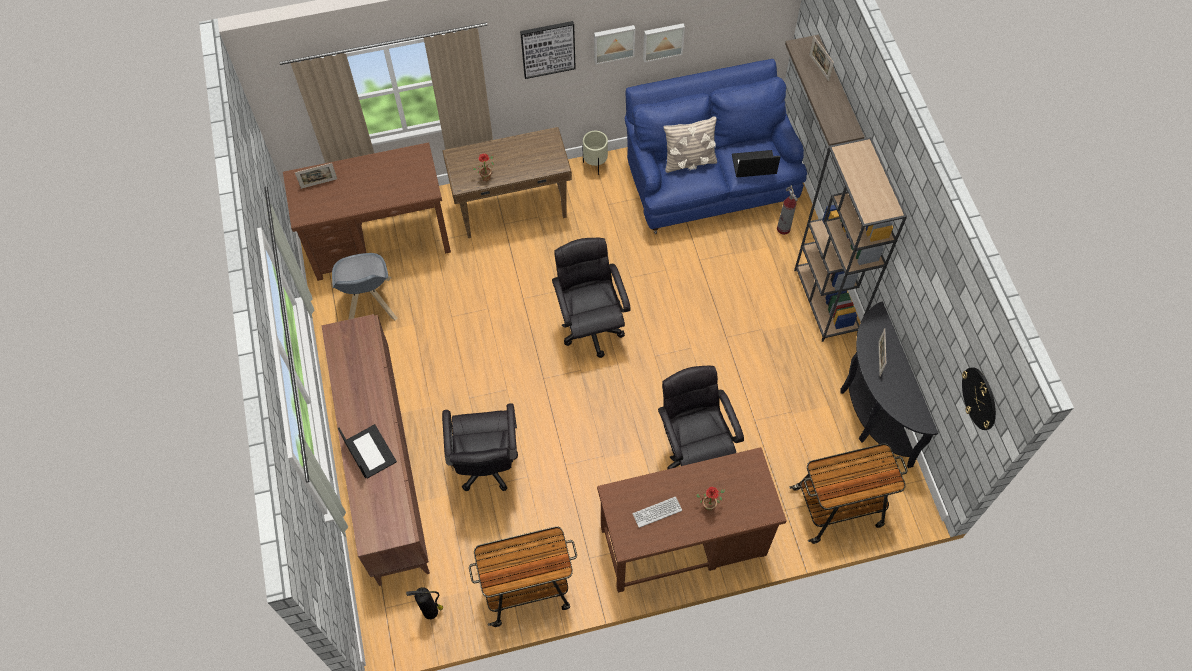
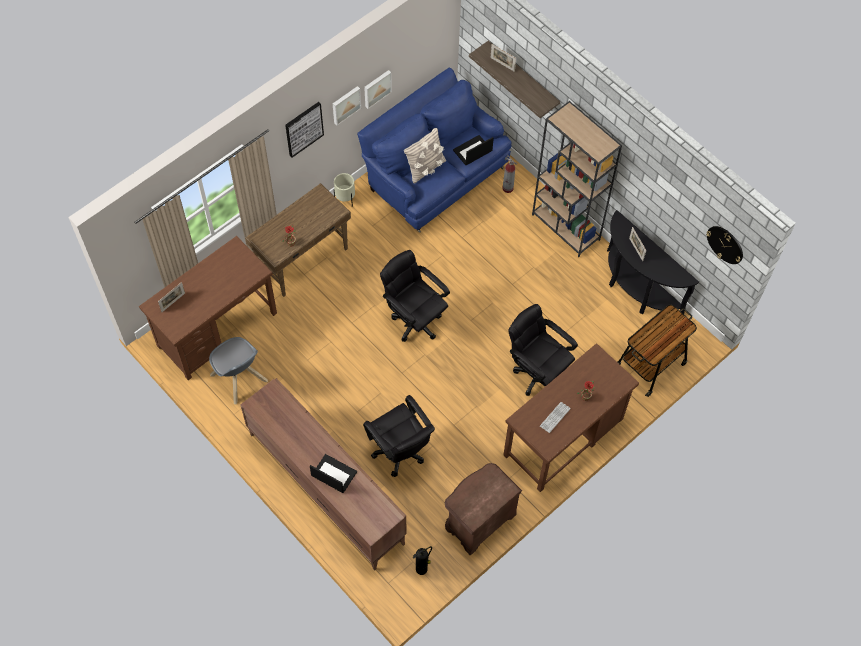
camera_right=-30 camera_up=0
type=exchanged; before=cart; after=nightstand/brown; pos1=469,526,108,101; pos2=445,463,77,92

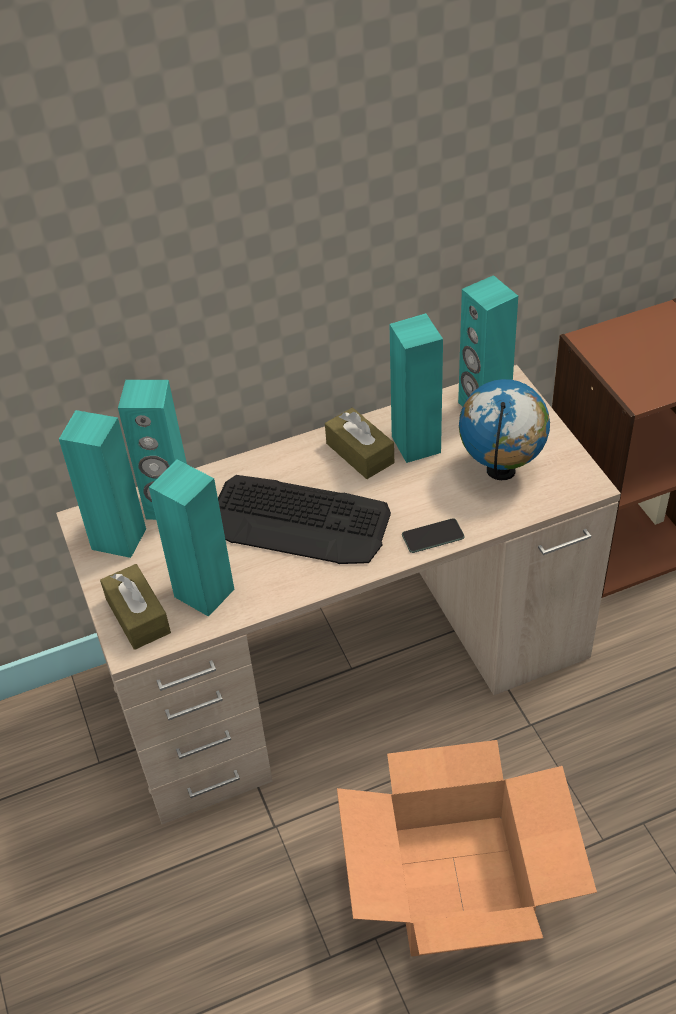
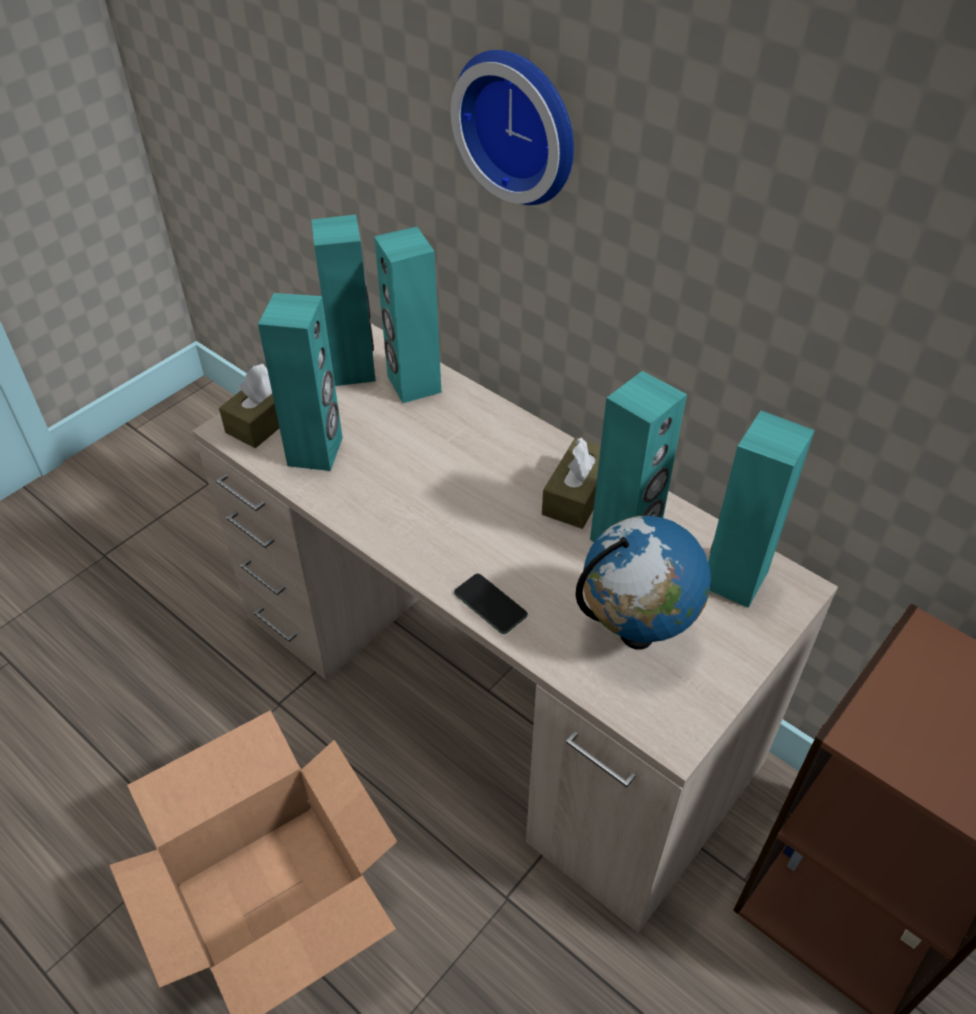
camera_right=60 camera_up=0
type=appeared; after=wall clock; pos2=451,50,123,155
type=missing; before=keyboard; pos1=218,475,173,89

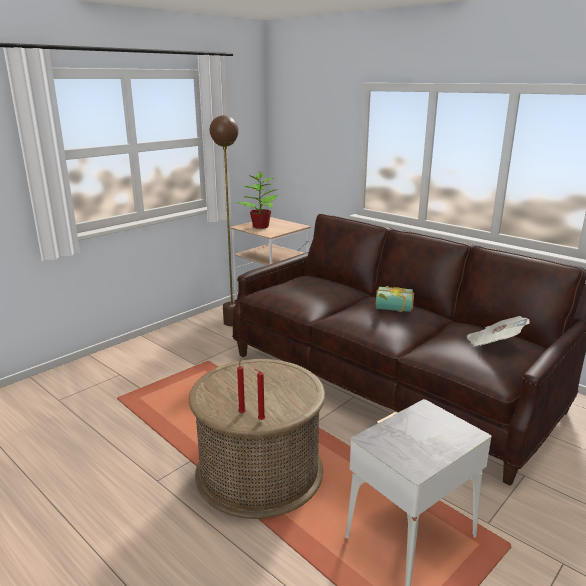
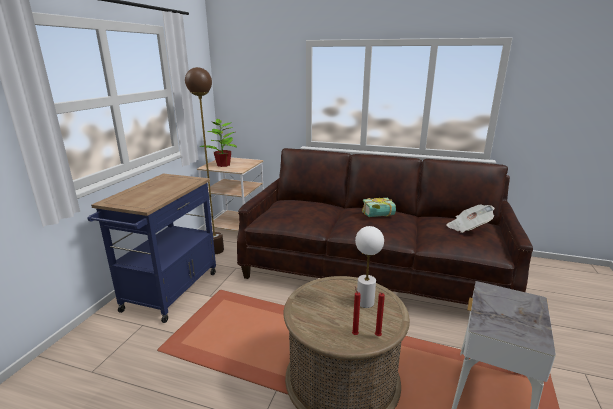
camera_right=-25 camera_up=0
type=appeared; after=cart/blue; pos2=87,174,129,149
type=appeared; after=table lamp/white; pos2=355,226,29,82

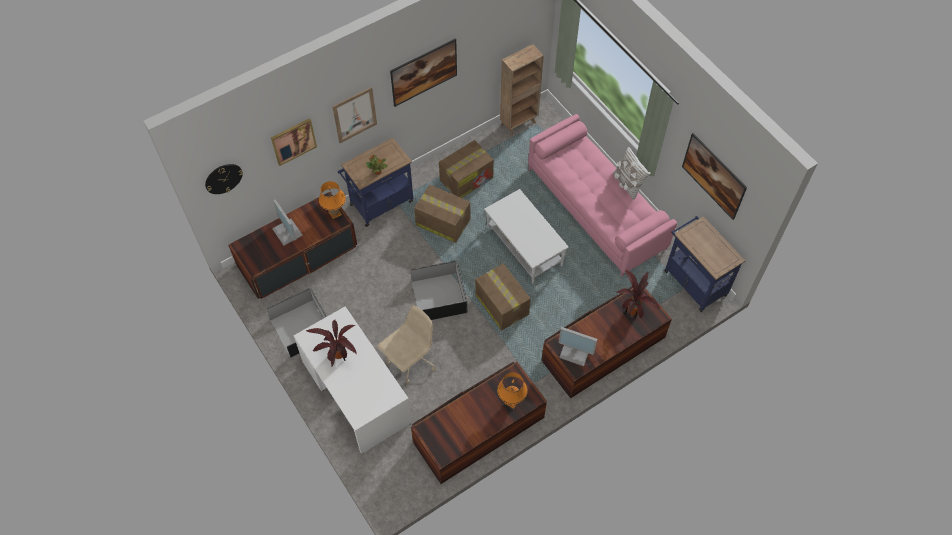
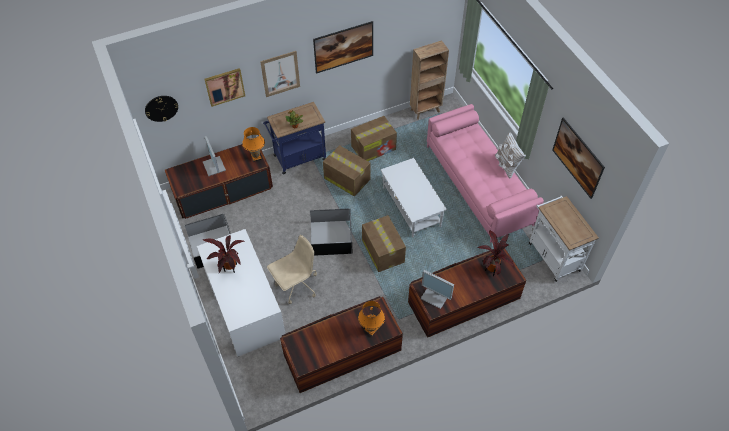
camera_right=10 camera_up=-5
type=colour; before=cart/blue; after=cart/white; pos1=664,216,81,96; pos2=529,196,70,86

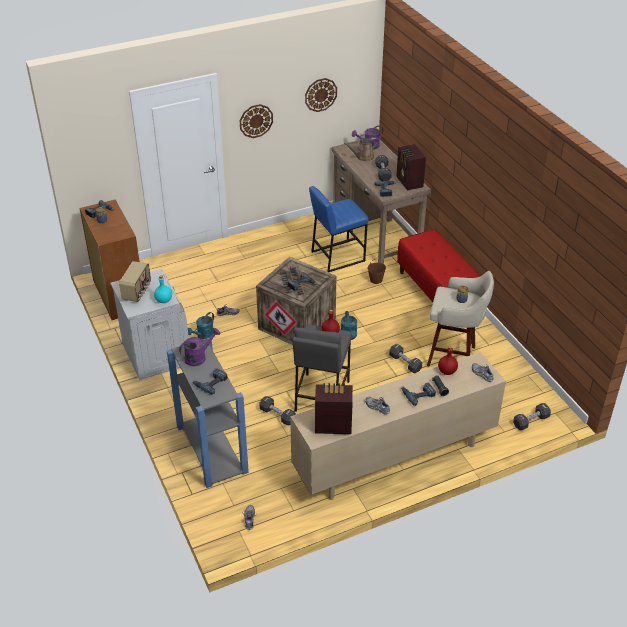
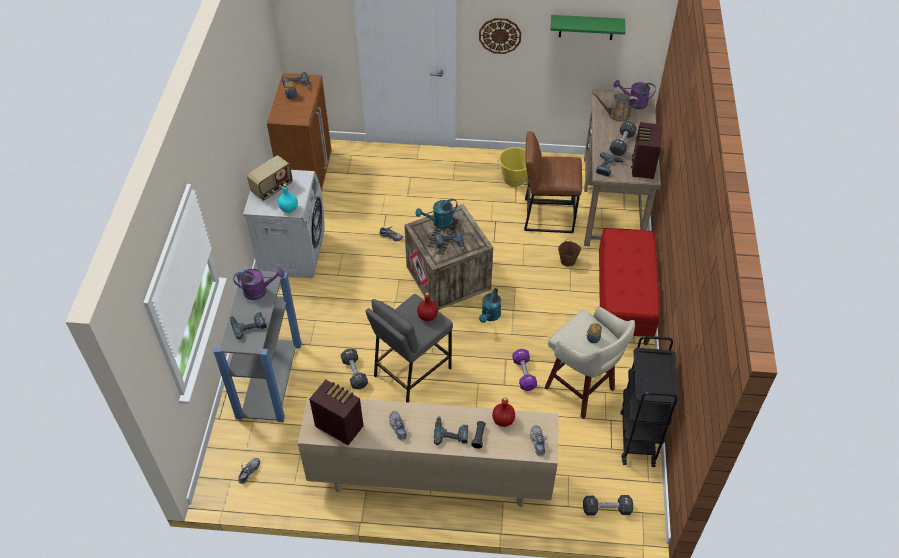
camera_right=30 camera_up=10
type=relocated; before=watering can/turquoise; pos1=188,312,26,27; pos2=416,199,42,29
type=appeared; after=bucket/yellow; pos2=498,147,30,40
type=colour; before=dumbbell/black; after=dumbbell/purple; pos1=389,344,33,29; pos2=512,349,25,42
type=colour; before=chair/blue; after=chair/brown; pos1=309,186,60,86; pos2=524,131,58,102
type=exchanged; before=wall clock; after=shelf/green; pos1=305,78,32,34; pos2=550,15,76,25
type=appeared; after=cart/black; pos2=620,336,59,131

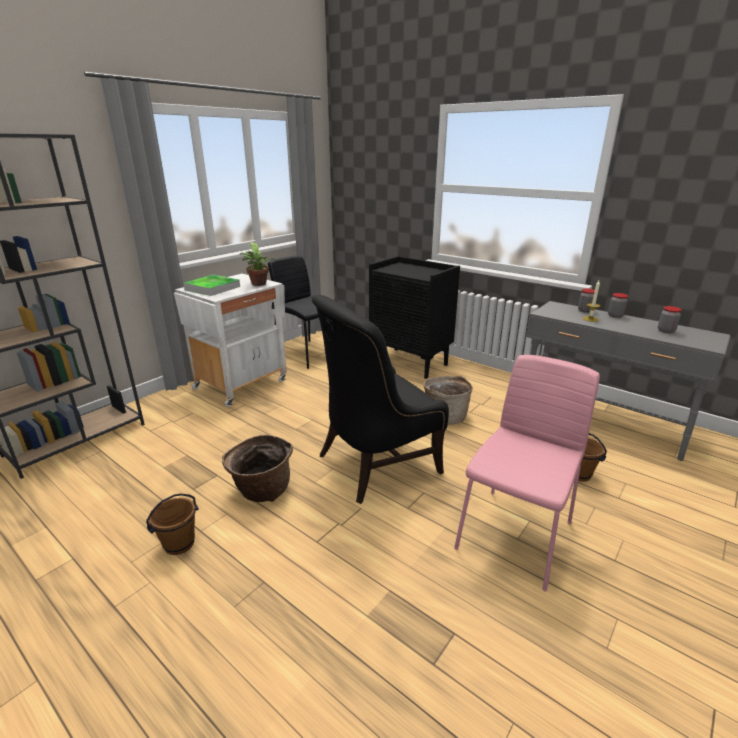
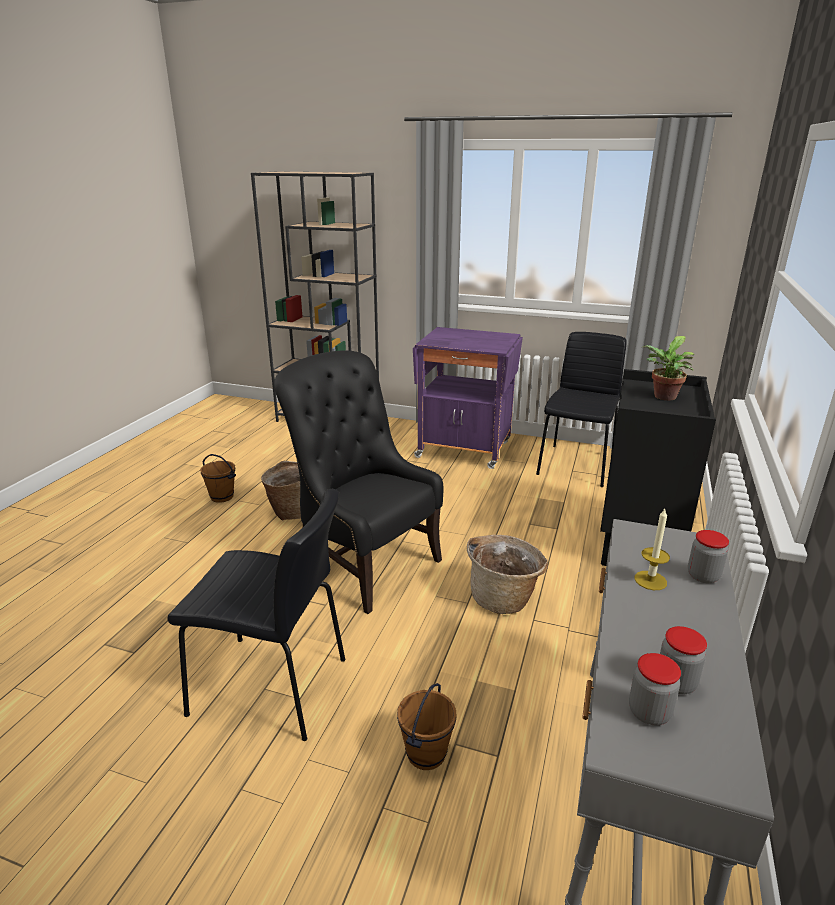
camera_right=70 camera_up=0
type=colour; before=chair/pink; after=chair/black; pos1=454,355,146,237; pos2=167,489,178,252
type=colour; before=cart/white; after=cart/purple; pos1=174,274,113,133; pos2=413,327,110,142
type=relocated; before=jar; pos1=608,293,20,25; pos2=629,653,52,72
type=relocated; before=potted plant; pos1=240,242,36,44; pos2=643,336,52,64
type=missing; before=tray; pos1=183,275,57,21

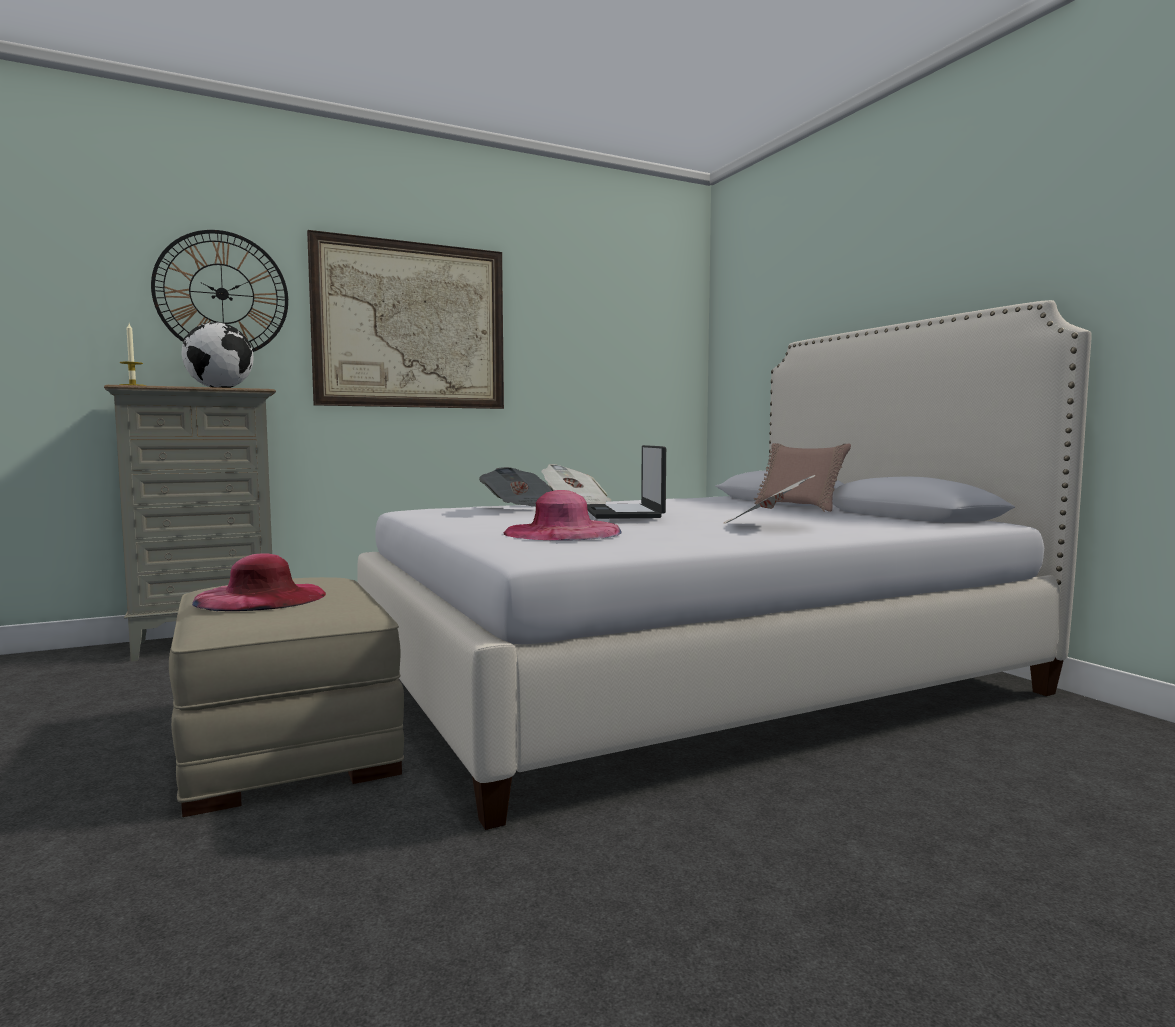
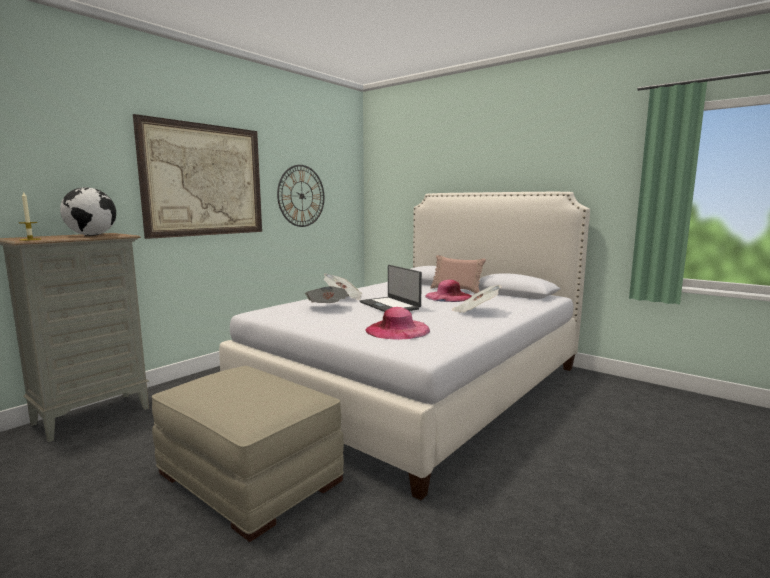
camera_right=-25 camera_up=5
type=relocated; before=wall clock; pos1=151,230,137,122; pos2=277,165,47,62
type=relocated; before=hat/pink; pos1=192,553,134,58; pos2=425,280,47,22

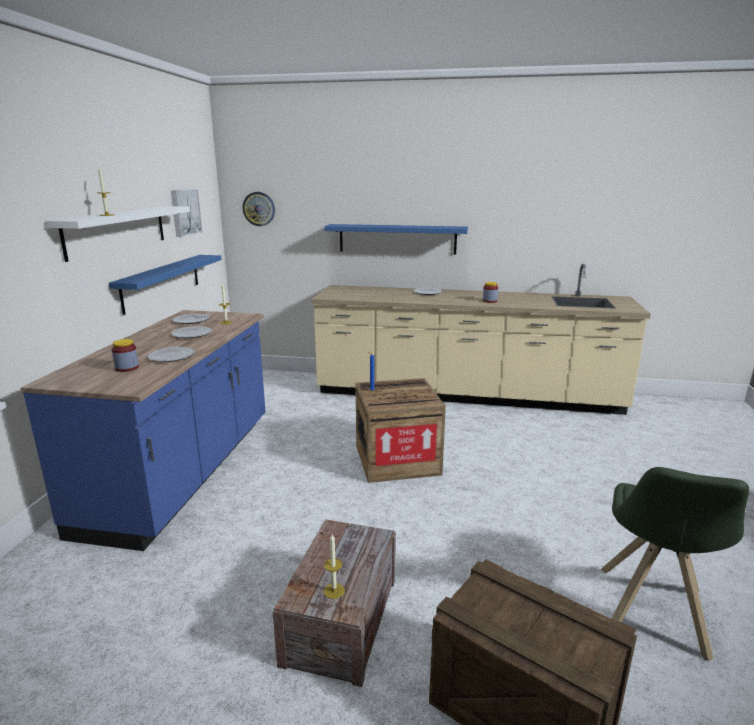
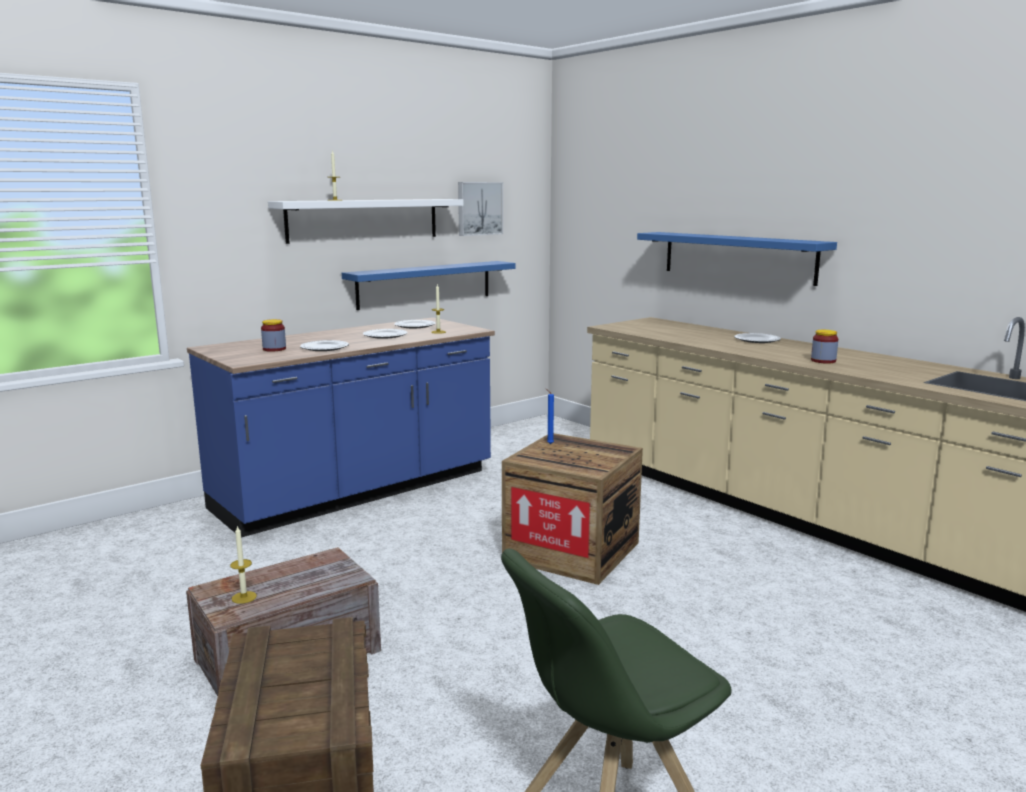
camera_right=40 camera_up=-5
type=missing; before=wall clock; pos1=243,192,32,34

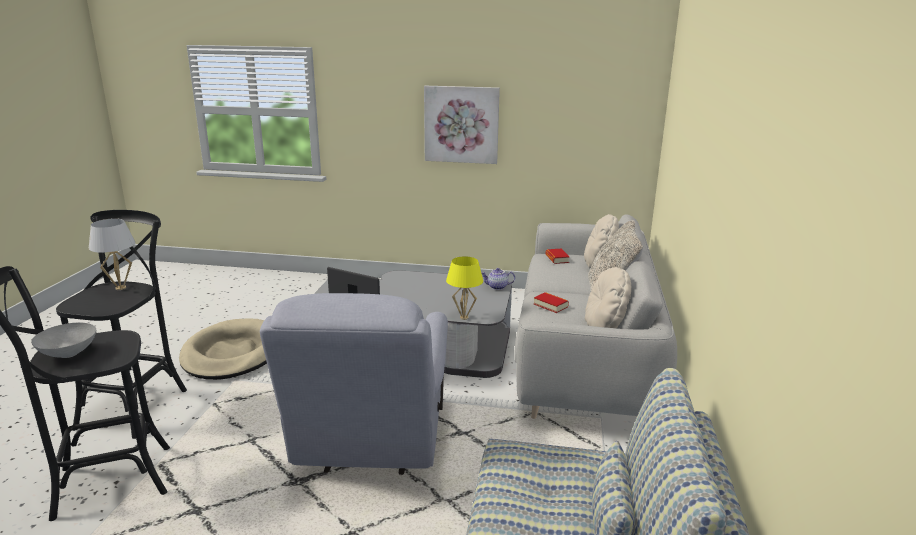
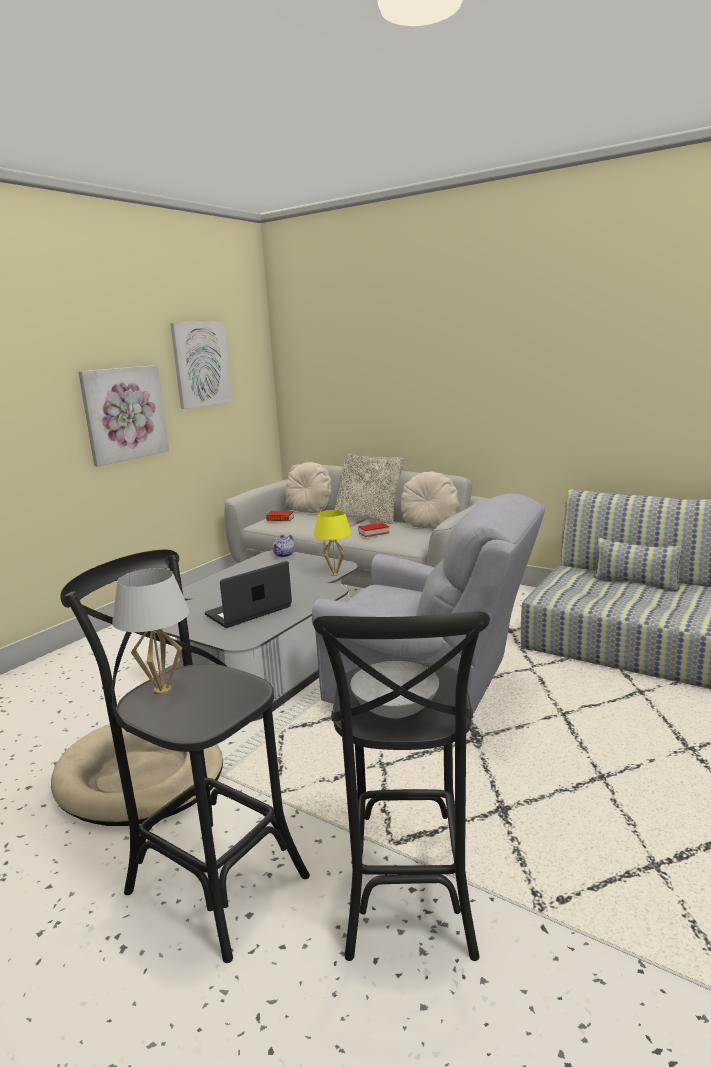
camera_right=-65 camera_up=-5
type=appeared; after=picture; pos2=170,322,62,87

